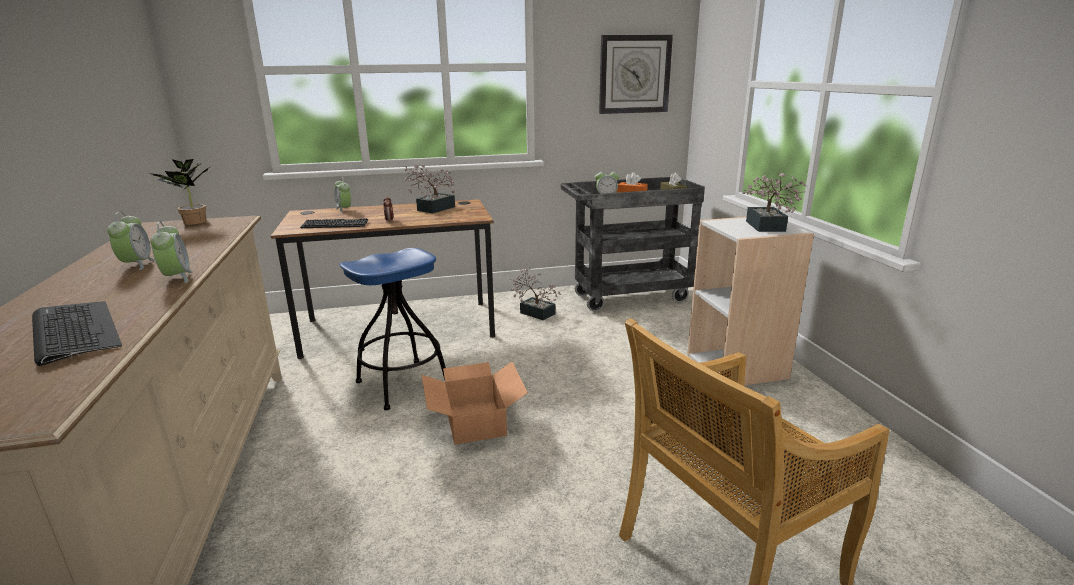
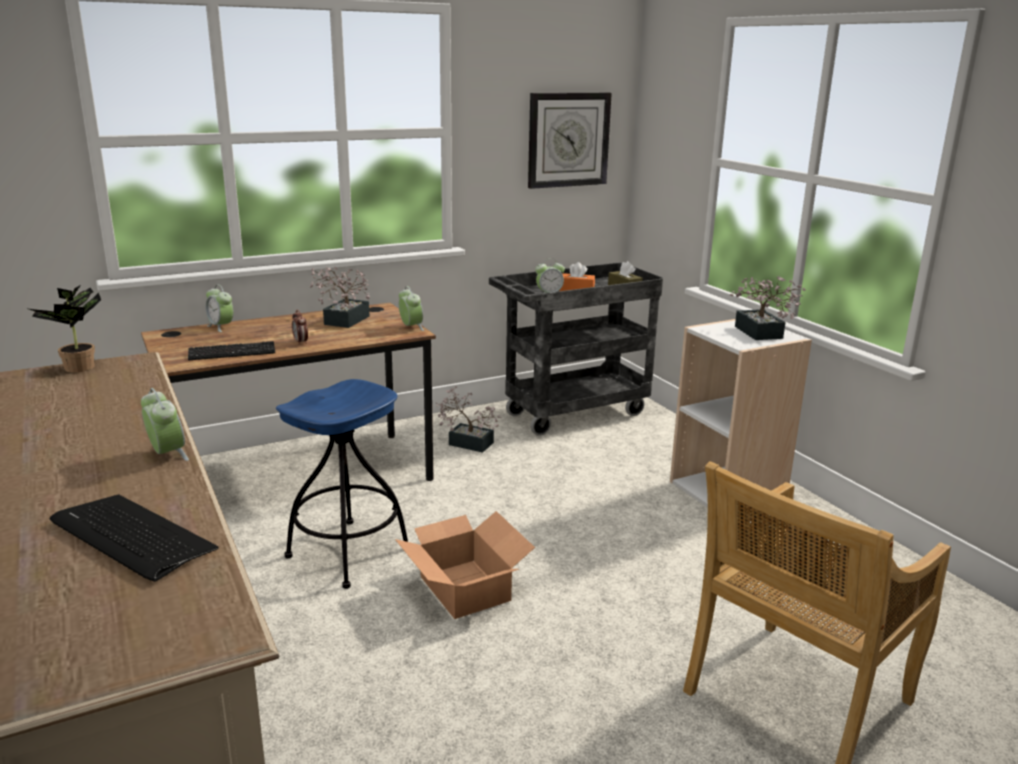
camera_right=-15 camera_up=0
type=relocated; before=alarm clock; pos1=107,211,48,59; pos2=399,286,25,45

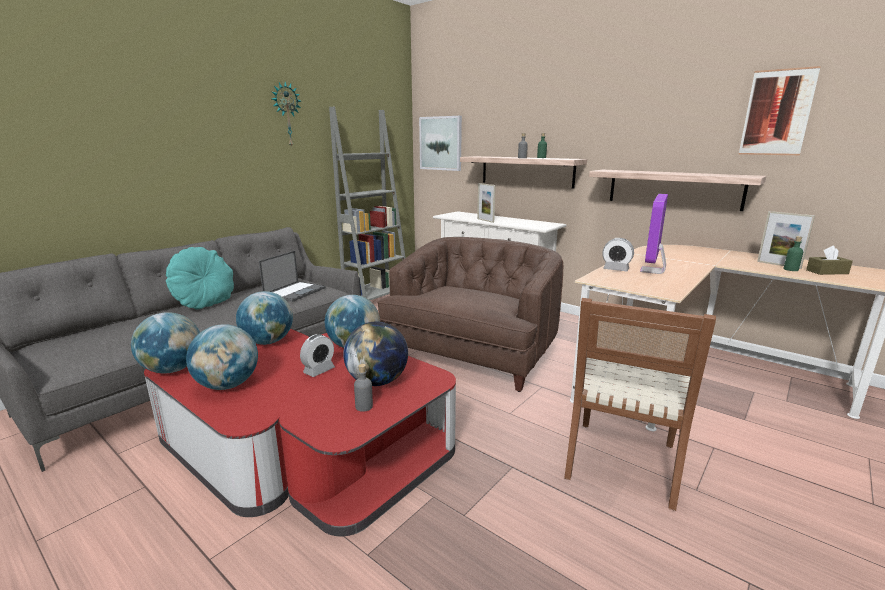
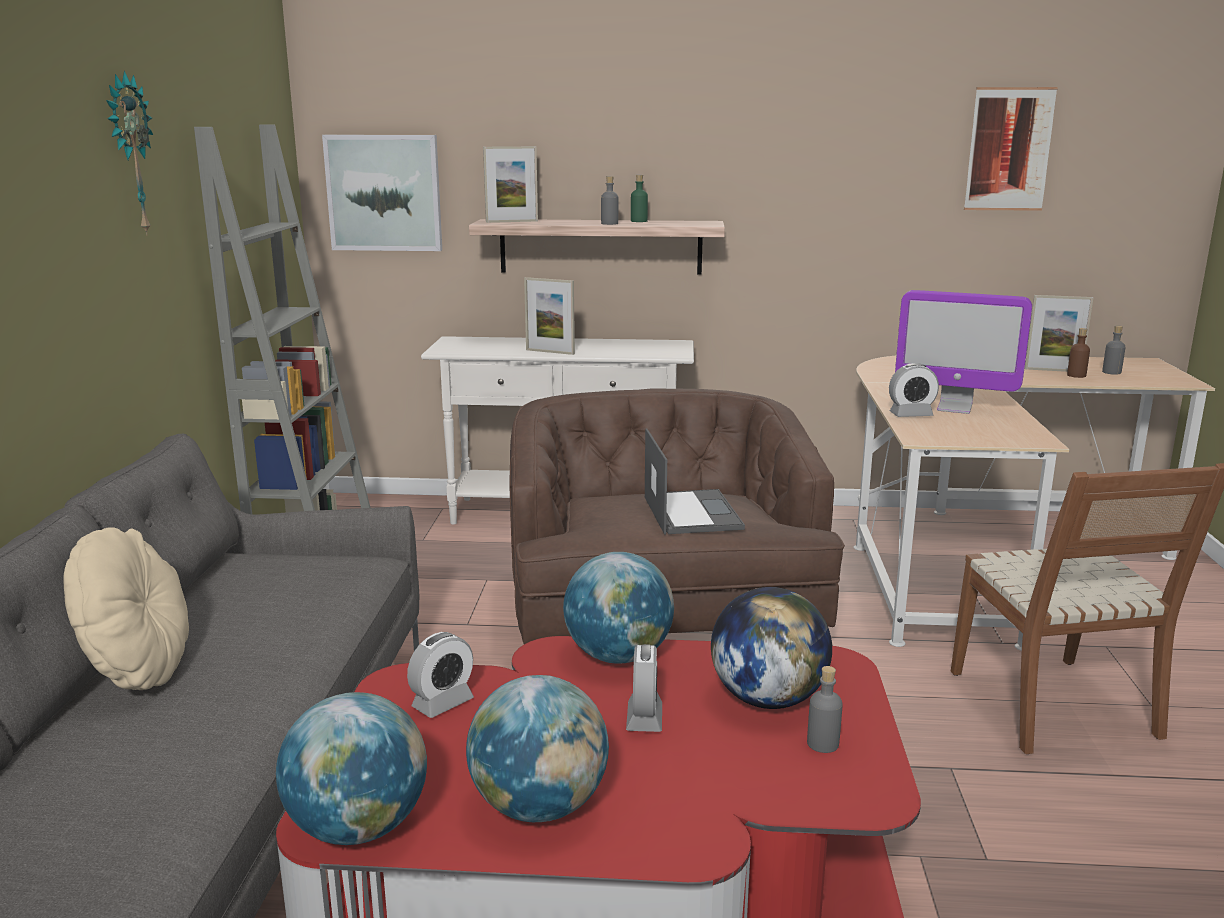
camera_right=-35 camera_up=0
type=colour; before=pillow/turquoise; after=pillow/beige; pos1=166,247,68,63; pos2=64,527,125,163
type=exchanged; before=globe; after=alarm clock; pos1=236,291,57,54; pos2=407,632,67,86
type=appeared; after=picture frame; pos2=483,146,55,77
type=relocated; before=laptop; pos1=259,251,67,51; pos2=645,429,100,105
type=spun; before=monitor; pos1=640,194,28,80; pos2=895,290,137,124; turn=-60
type=colour; before=bottle/green; after=bottle/brown; pos1=783,236,20,35; pos2=1067,328,23,50
type=exchanged; before=tissue box/brown; after=bottle/grey; pos1=806,246,47,29; pos2=1102,325,23,50
type=missing; before=shelf; pos1=589,170,177,41

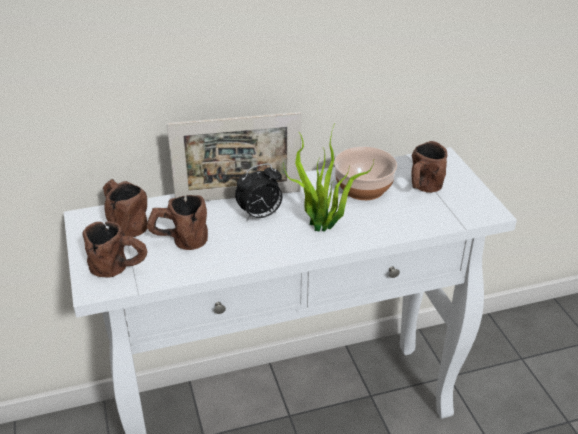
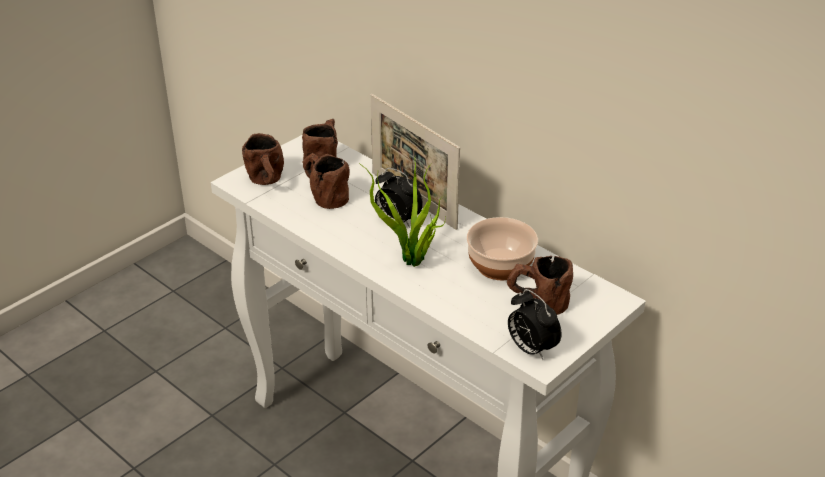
camera_right=60 camera_up=0
type=appeared; after=alarm clock; pos2=508,289,54,71

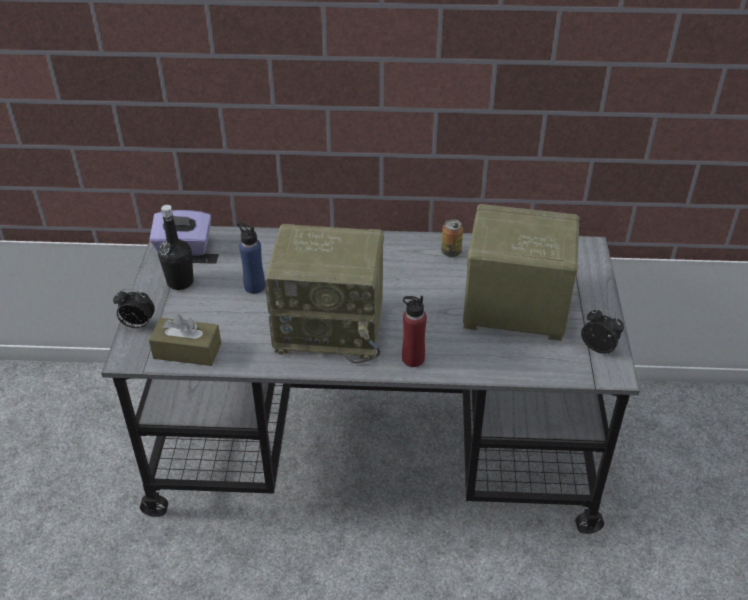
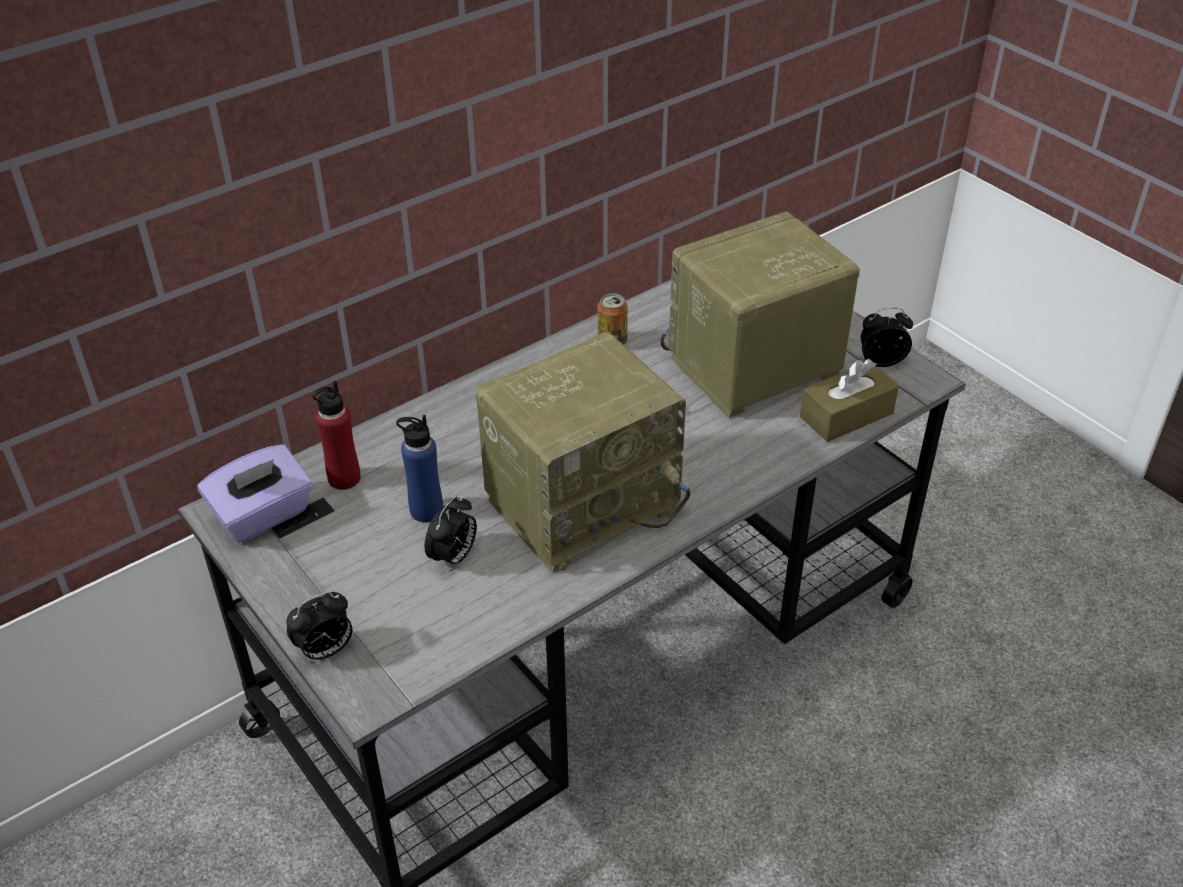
camera_right=-40 camera_up=0
type=relocated; before=bottle/red; pos1=402,296,25,71; pos2=312,381,49,109
type=appeared; after=alarm clock; pos2=425,496,52,75
type=relocated; before=tissue box/brown; pos1=149,314,72,52; pos2=800,359,99,83
type=missing; before=bottle/black; pos1=158,205,36,85

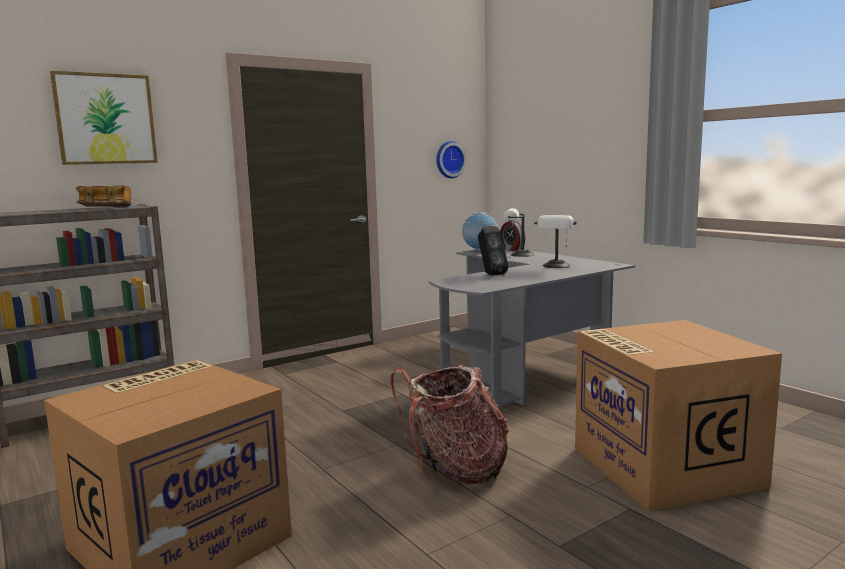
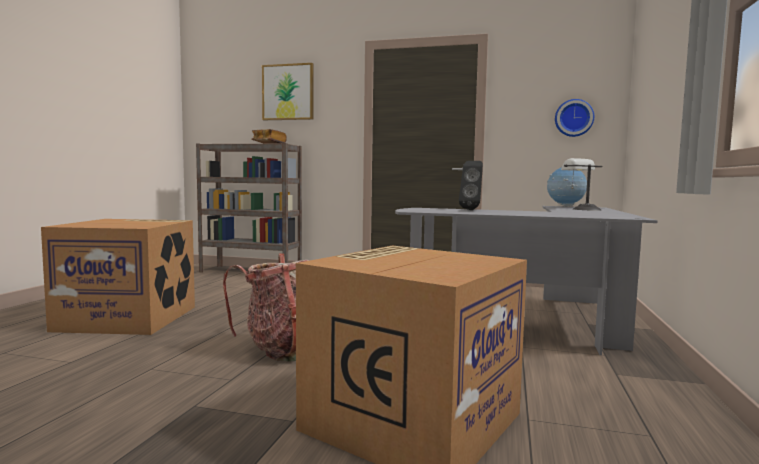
camera_right=50 camera_up=-5
type=missing; before=alarm clock; pos1=500,220,25,31
type=missing; before=table lamp; pos1=534,215,43,53

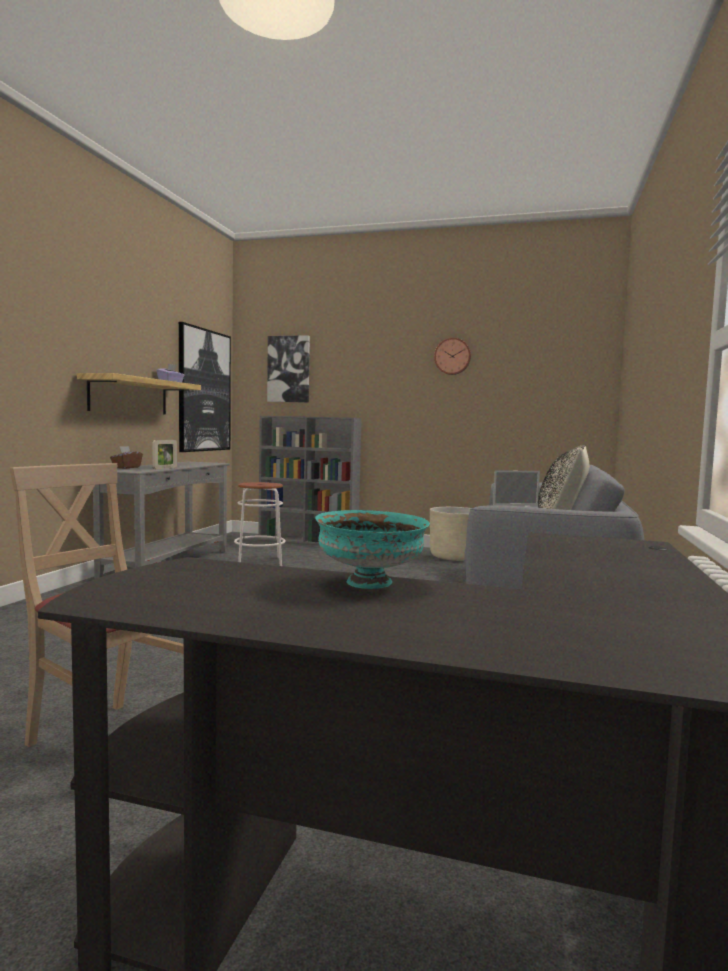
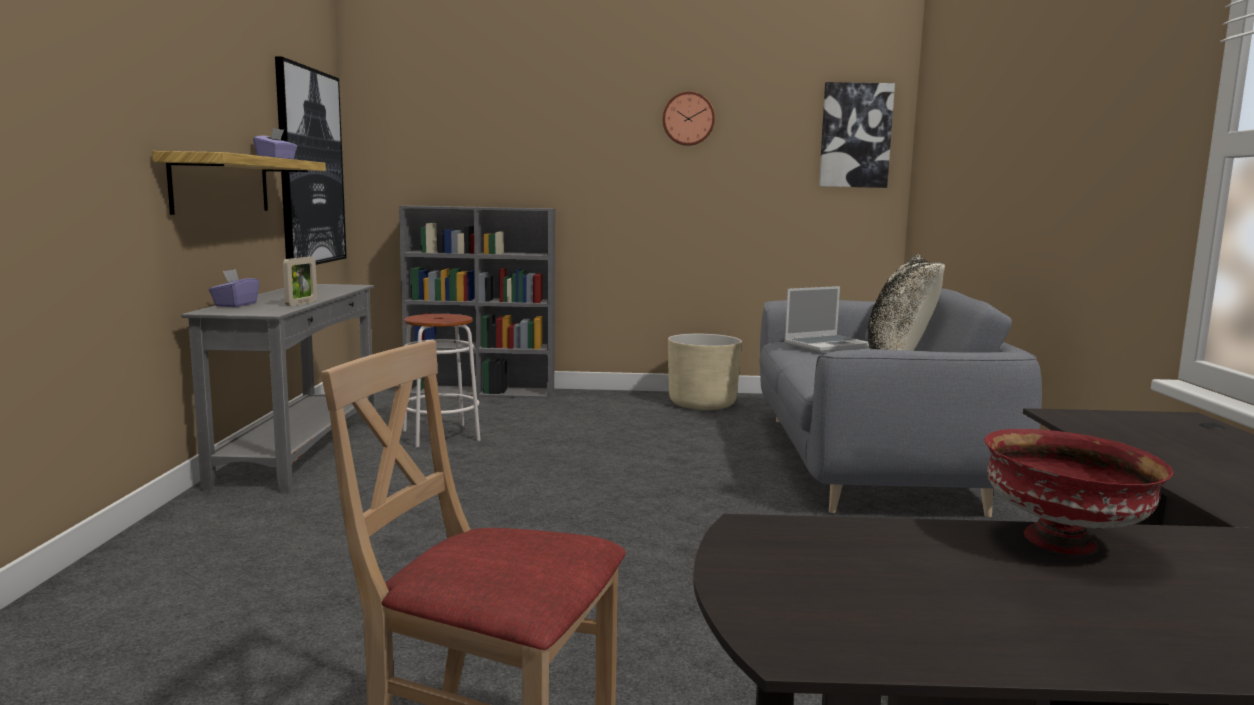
camera_right=-15 camera_up=5
type=colour; before=tissue box/brown; after=tissue box/purple; pos1=110,446,33,23; pos2=209,269,50,38
type=relocated; before=picture; pos1=267,335,43,67; pos2=819,82,76,106
type=colour; before=bowl/turquoise; after=bowl/red; pos1=315,510,115,79; pos2=984,429,189,126

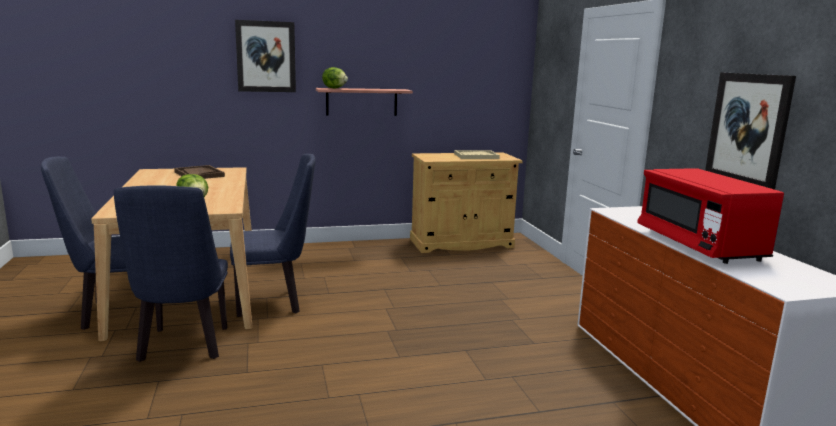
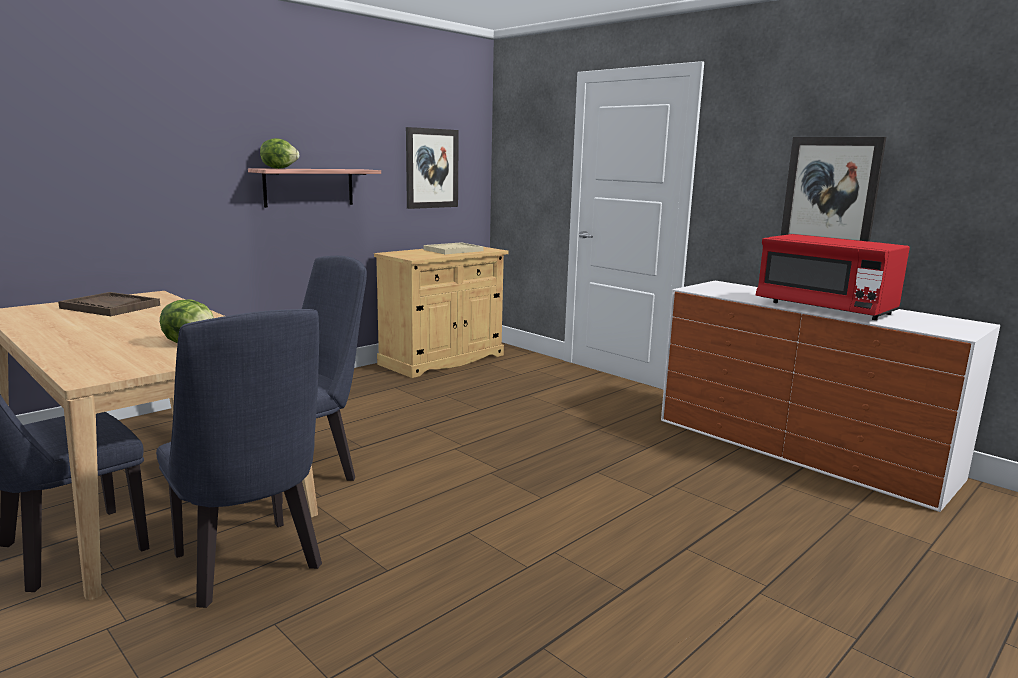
camera_right=-30 camera_up=0
type=relocated; before=picture; pos1=235,20,61,72; pos2=406,127,53,82

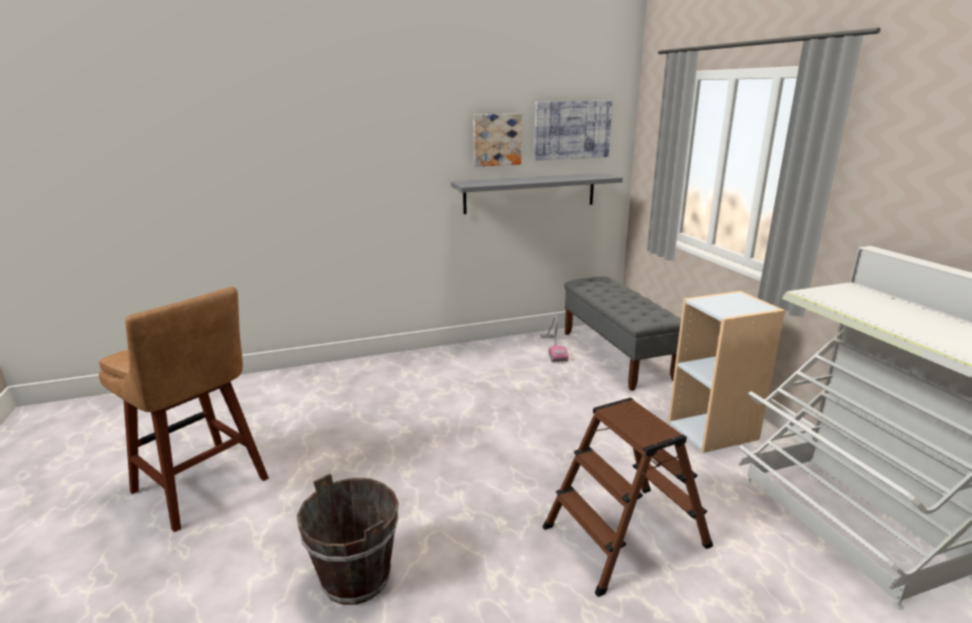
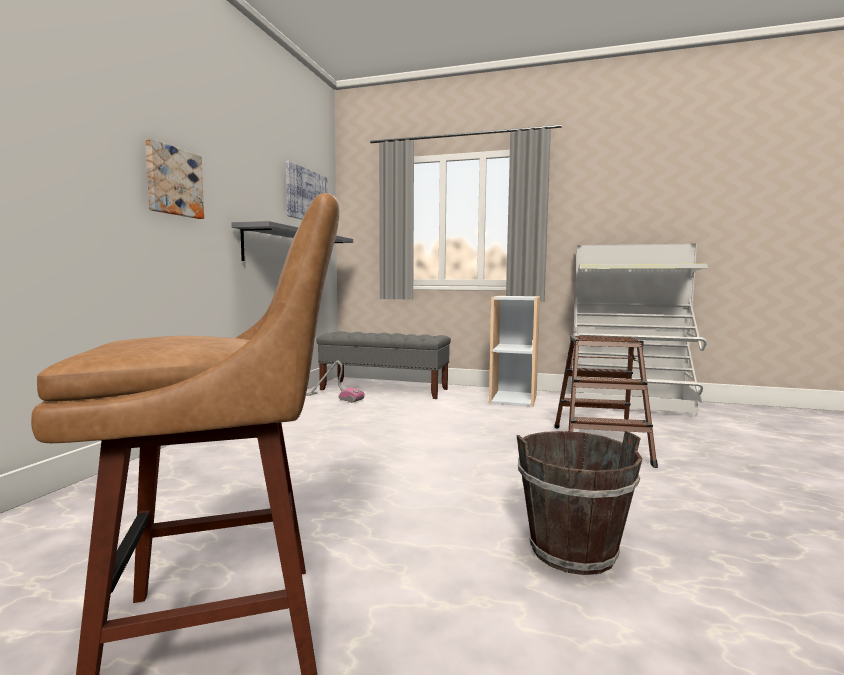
camera_right=-55 camera_up=-15
type=relocated; before=picture; pos1=473,114,49,53; pos2=145,139,59,80

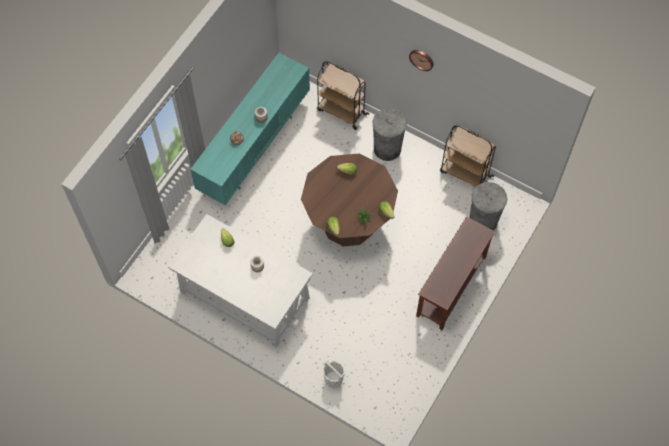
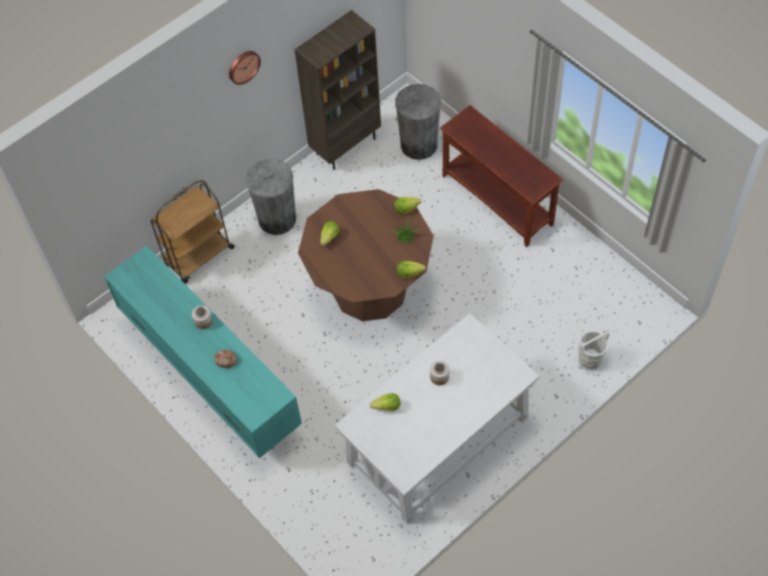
camera_right=-70 camera_up=-5
type=exchanged; before=cart/brown; after=bookcase/brown; pos1=440,125,56,62; pos2=295,10,86,160

